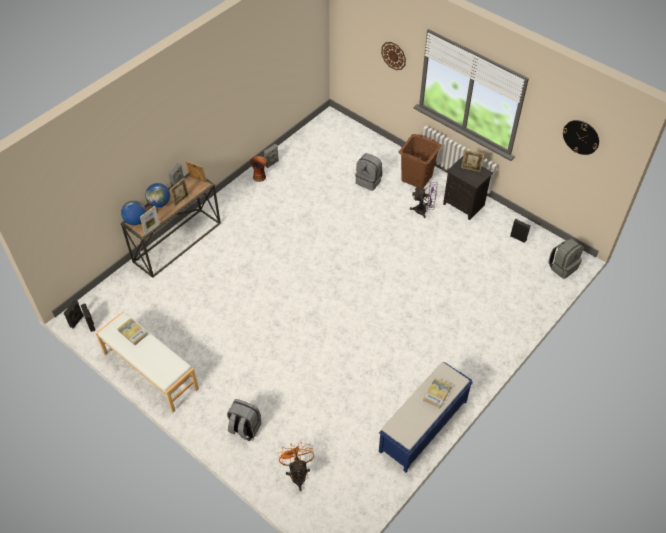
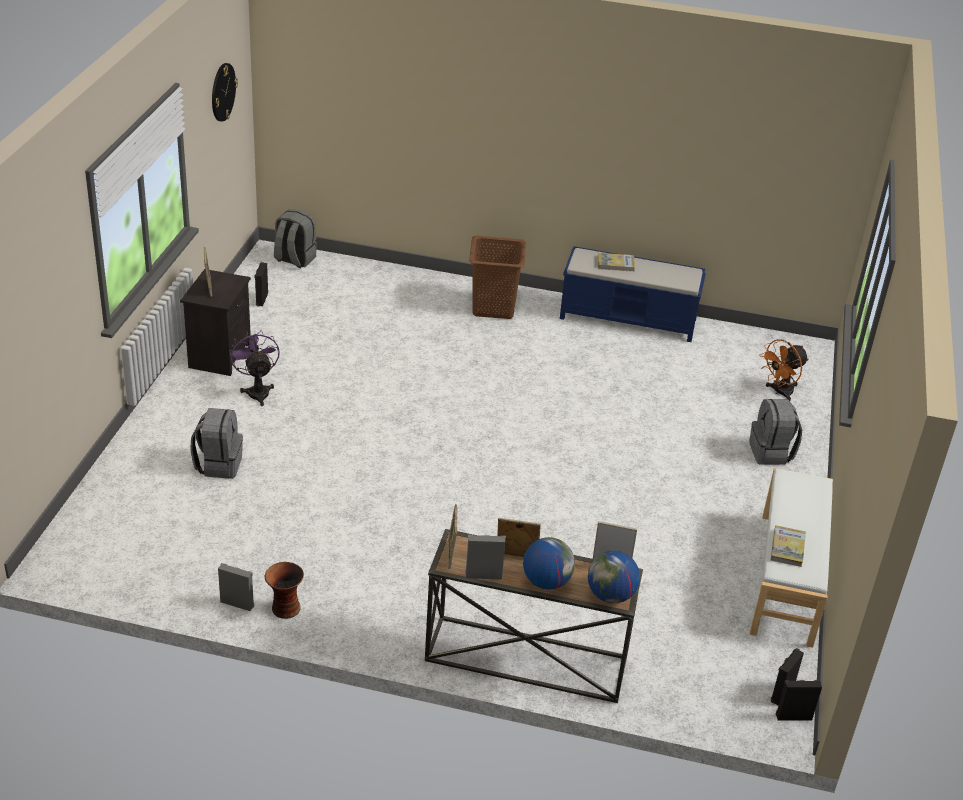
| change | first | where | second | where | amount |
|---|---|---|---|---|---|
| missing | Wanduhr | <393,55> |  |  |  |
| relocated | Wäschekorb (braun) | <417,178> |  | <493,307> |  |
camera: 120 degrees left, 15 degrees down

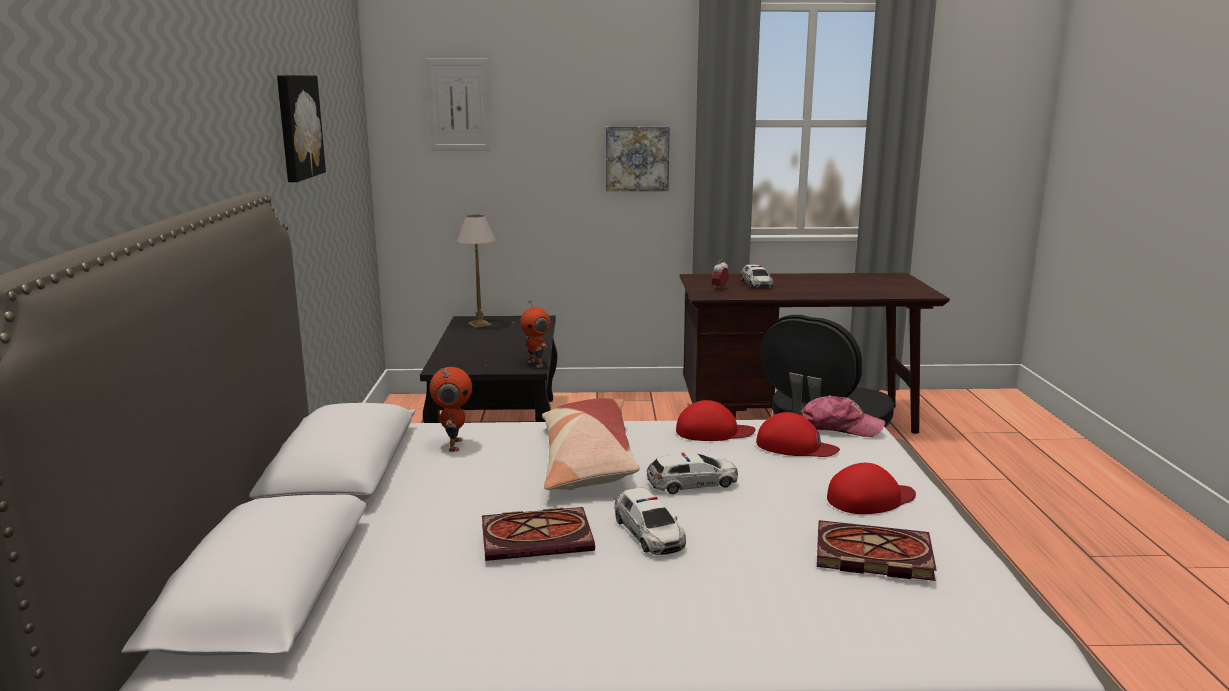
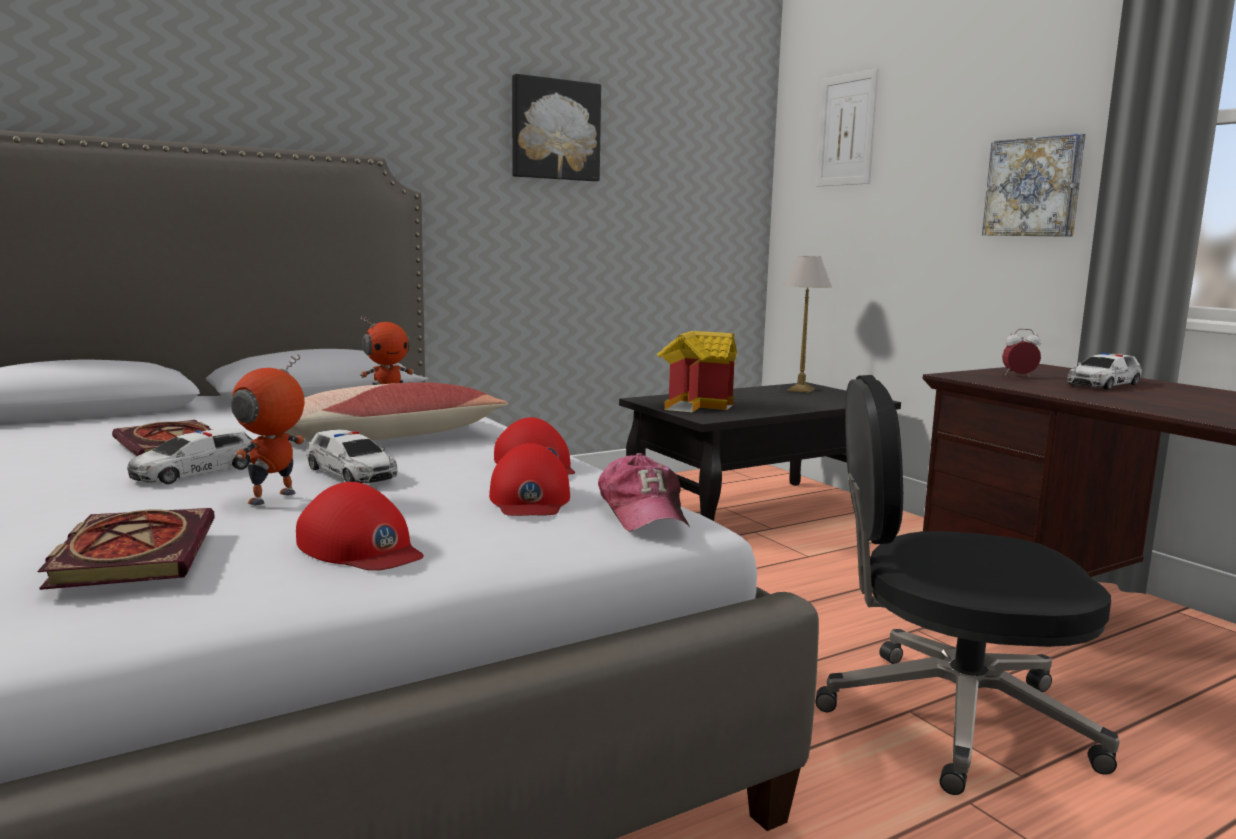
| change | first | where | second | where | amount |
|---|---|---|---|---|---|
| relocated | Spielzeugroboter | <536,364> |  | <274,498> |  |
| appeared |  |  | Spielzeughaus | <696,405> |  |
camera: 60 degrees right, 5 degrees down

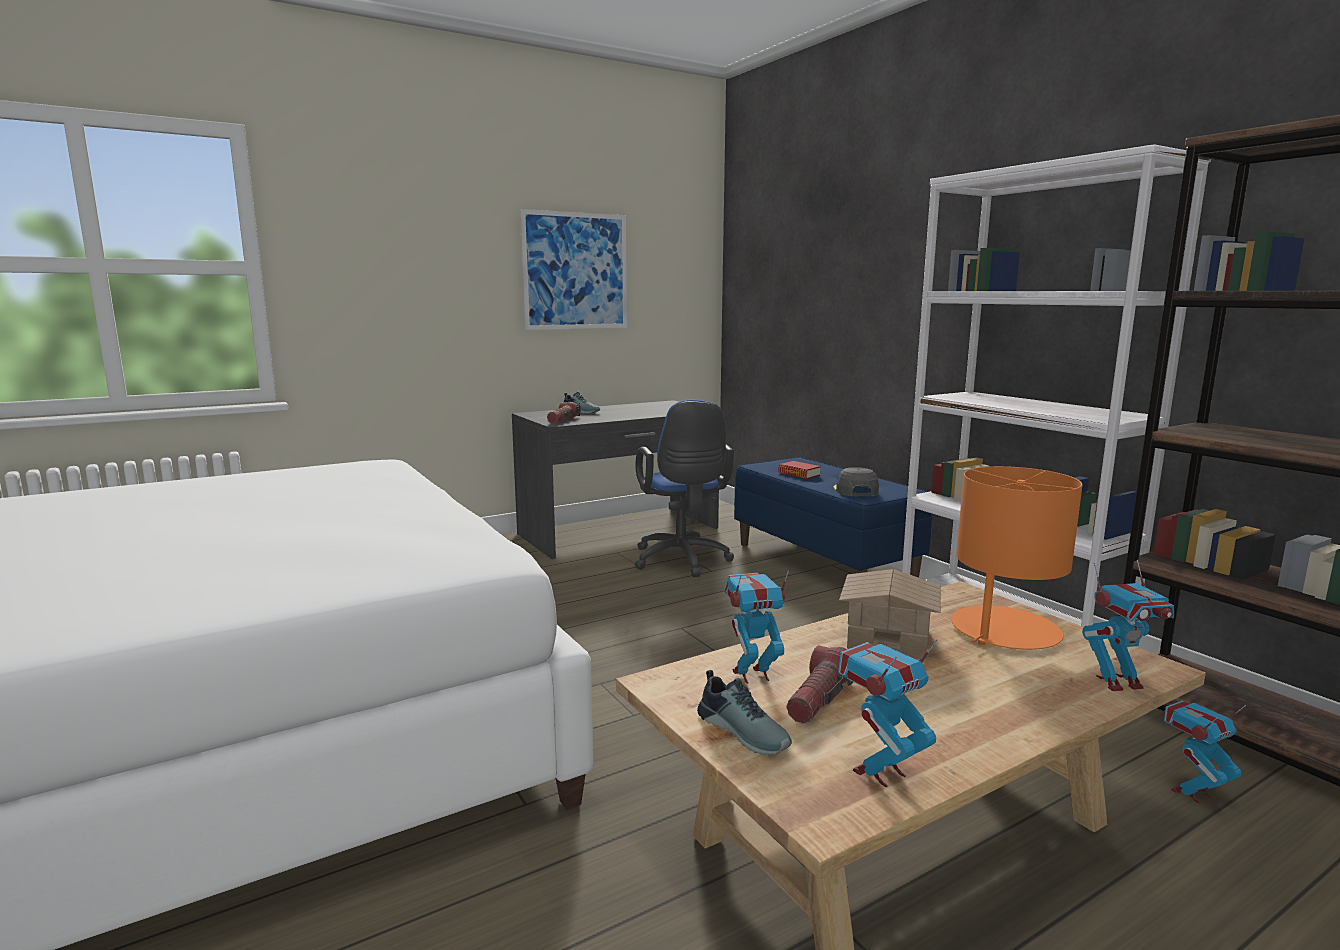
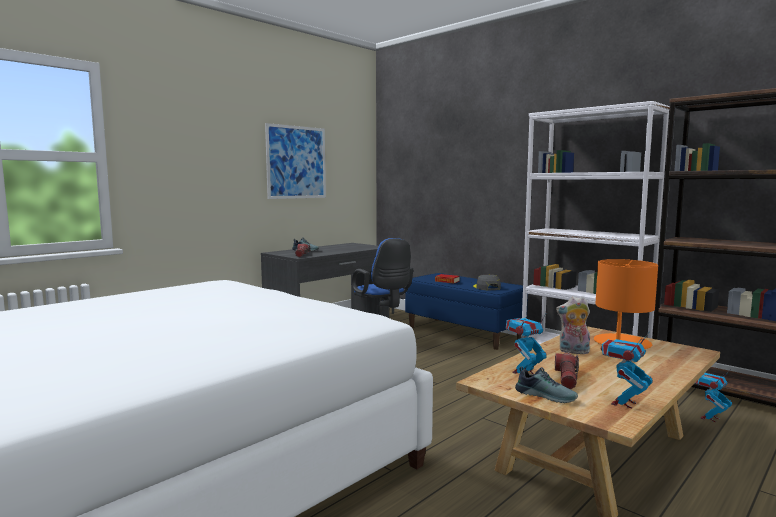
| change | first | where | second | where | amount |
|---|---|---|---|---|---|
| exchanged | Spielzeughaus | <890,639> | Plüschtier | <573,352> |  |
| missing | Spielzeugroboter | <1118,682> |  |  |  |
camera: 15 degrees left, 5 degrees down

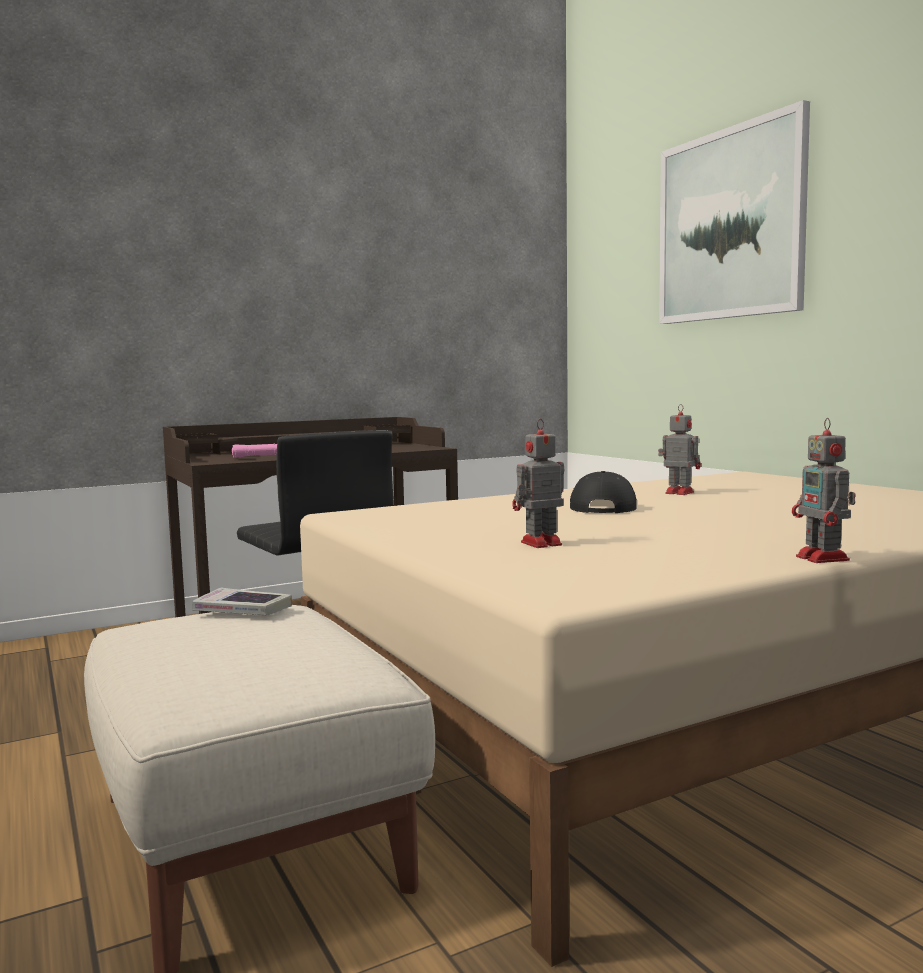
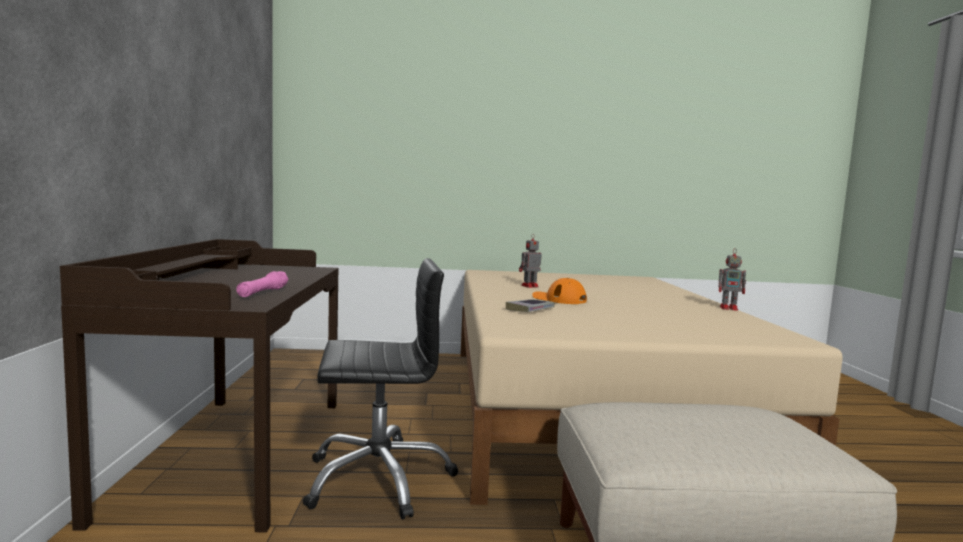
| change | first | where | second | where | amount |
|---|---|---|---|---|---|
| relocated | Buch | <242,610> |  | <530,309> |  |
| missing | Spielzeugroboter | <539,544> |  |  |  |
| colour | Kappe (schwarz) | <603,506> | Kappe (orange) | <559,299> |  |
| missing | Bild | <729,225> |  |  |  |
camera: 65 degrees left, 0 degrees up

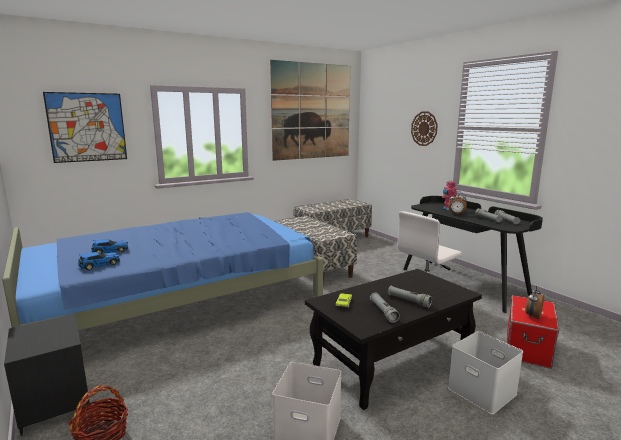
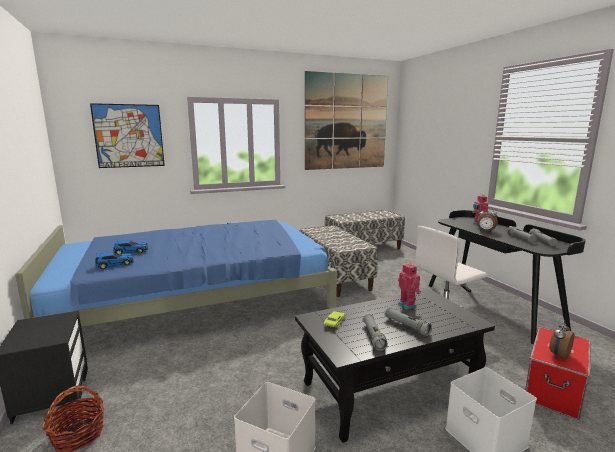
| change | first | where | second | where | amount |
|---|---|---|---|---|---|
| missing | Wanduhr | <424,128> |  |  |  |
| appeared |  |  | Spielzeugroboter | <408,305> |  |
camera: 10 degrees right, 0 degrees up

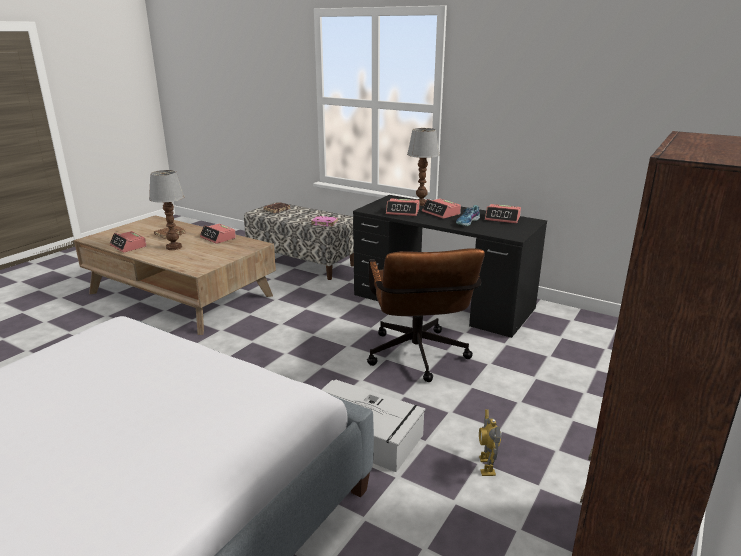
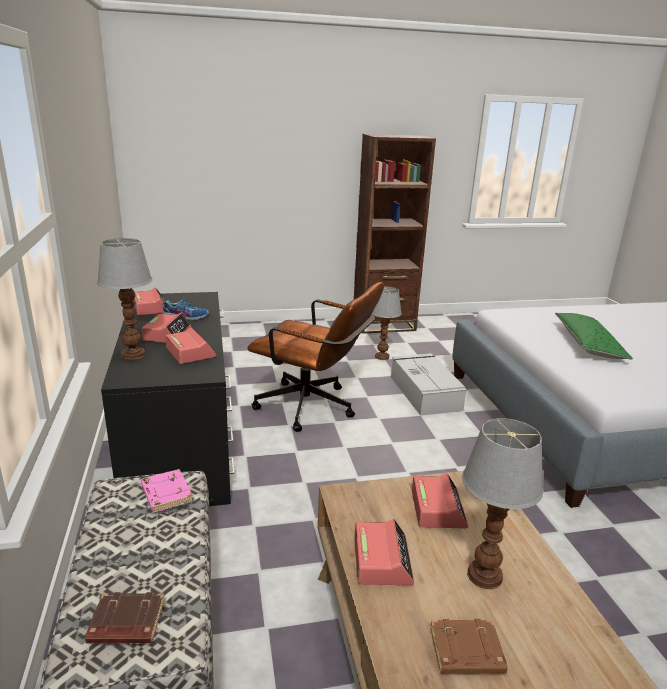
| change | first | where | second | where | amount |
|---|---|---|---|---|---|
| relocated | Wecker | <128,246> |  | <437,508> |  |
| spun | Bürostuhl (braun) | <418,359> |  | <314,408> | 75 degrees clockwise |
| exchanged | Spielzeugroboter | <486,466> | Tischlampe | <382,356> |  |
| appeared |  |  | Kissen (grün) | <588,345> |  |
camera: 135 degrees left, 0 degrees up

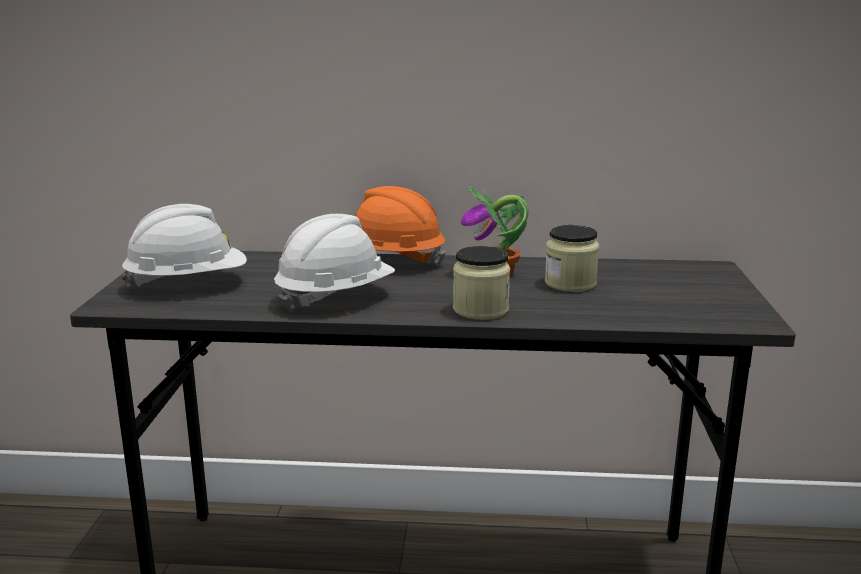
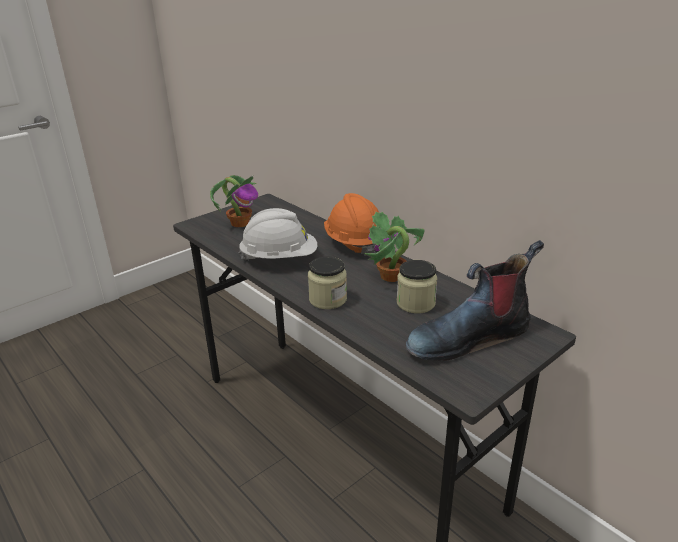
| change | first | where | second | where | amount |
|---|---|---|---|---|---|
| exchanged | Schutzhelm (weiß) | <188,284> | Topfpflanze | <240,223> |  |
| appeared |  |  | Stiefel | <469,337> |  |
camera: 45 degrees right, 10 degrees up

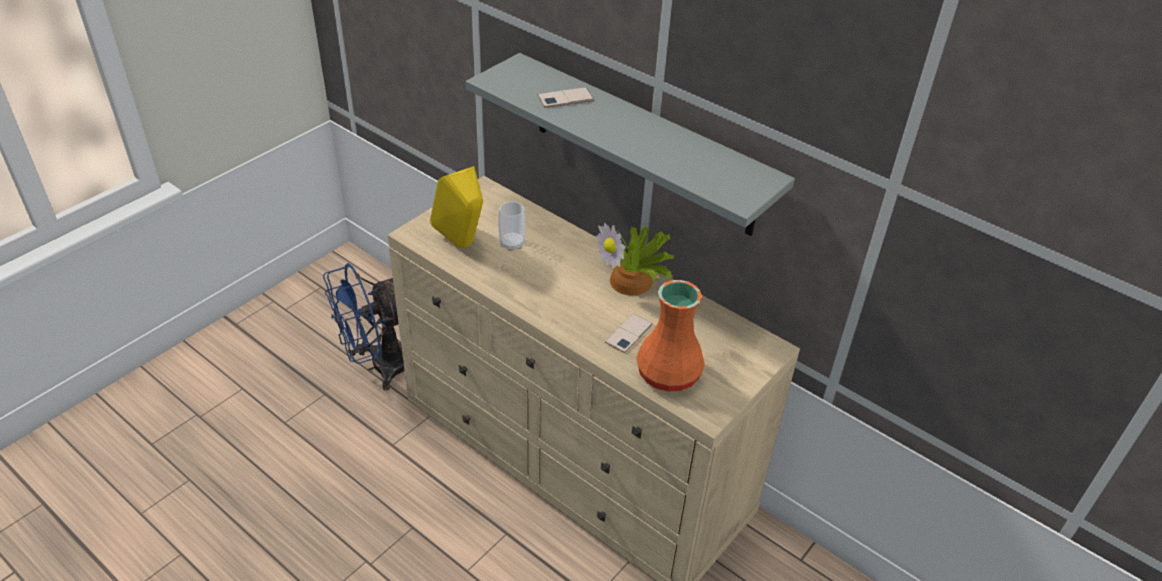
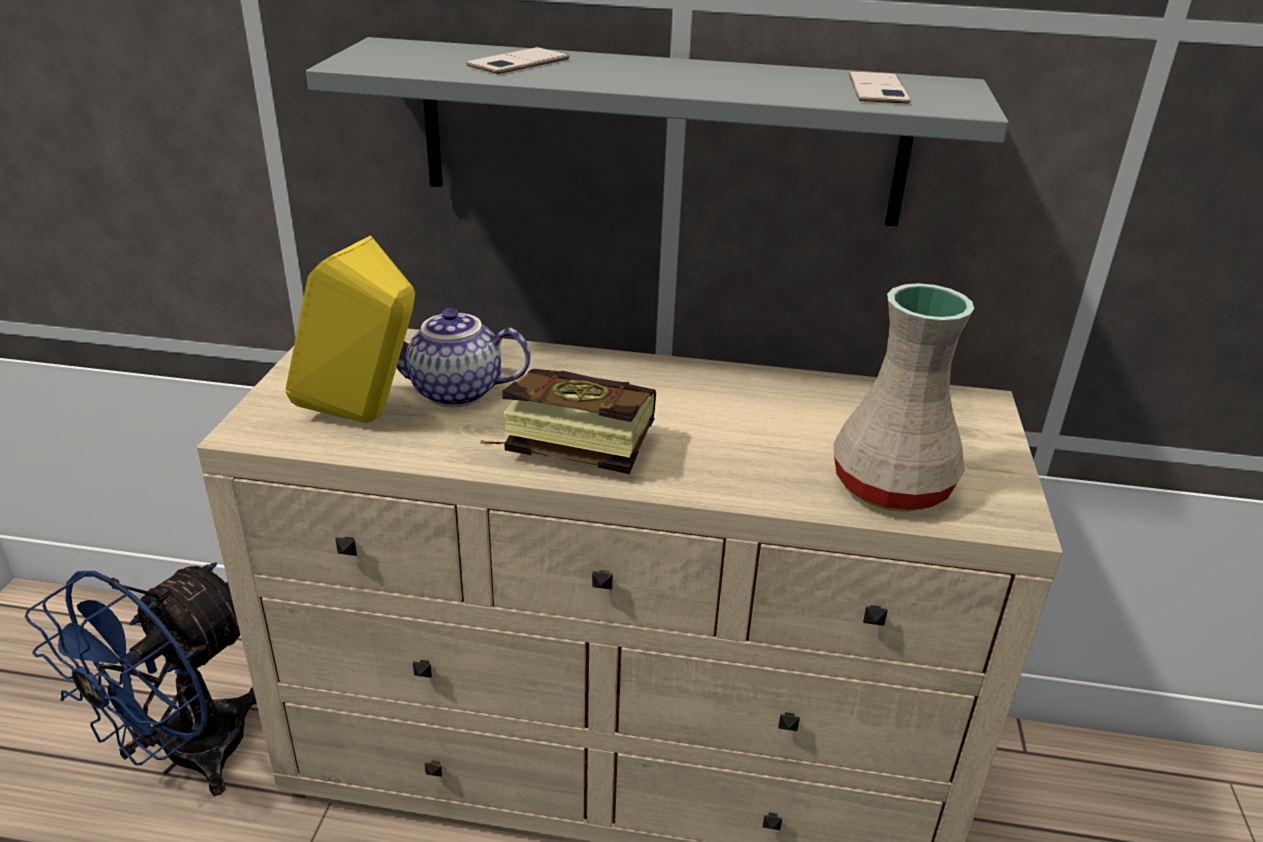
| change | first | where | second | where | amount |
|---|---|---|---|---|---|
| exchanged | Tasse | <512,244> | Teekanne | <454,393> |  |
| missing | Topfpflanze | <634,281> |  |  |  |
| relocated | Handy | <629,333> |  | <877,89> |  |
| colour | Vase (orange) | <667,373> | Vase (beige) | <888,486> |  |
| appeared |  |  | Buch | <564,446> |  |
camera: 30 degrees left, 10 degrees down

